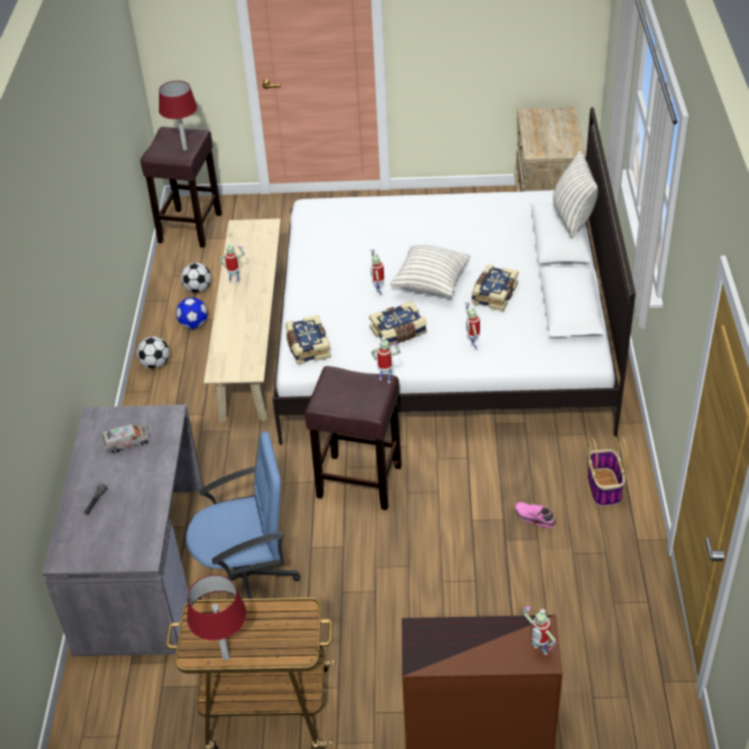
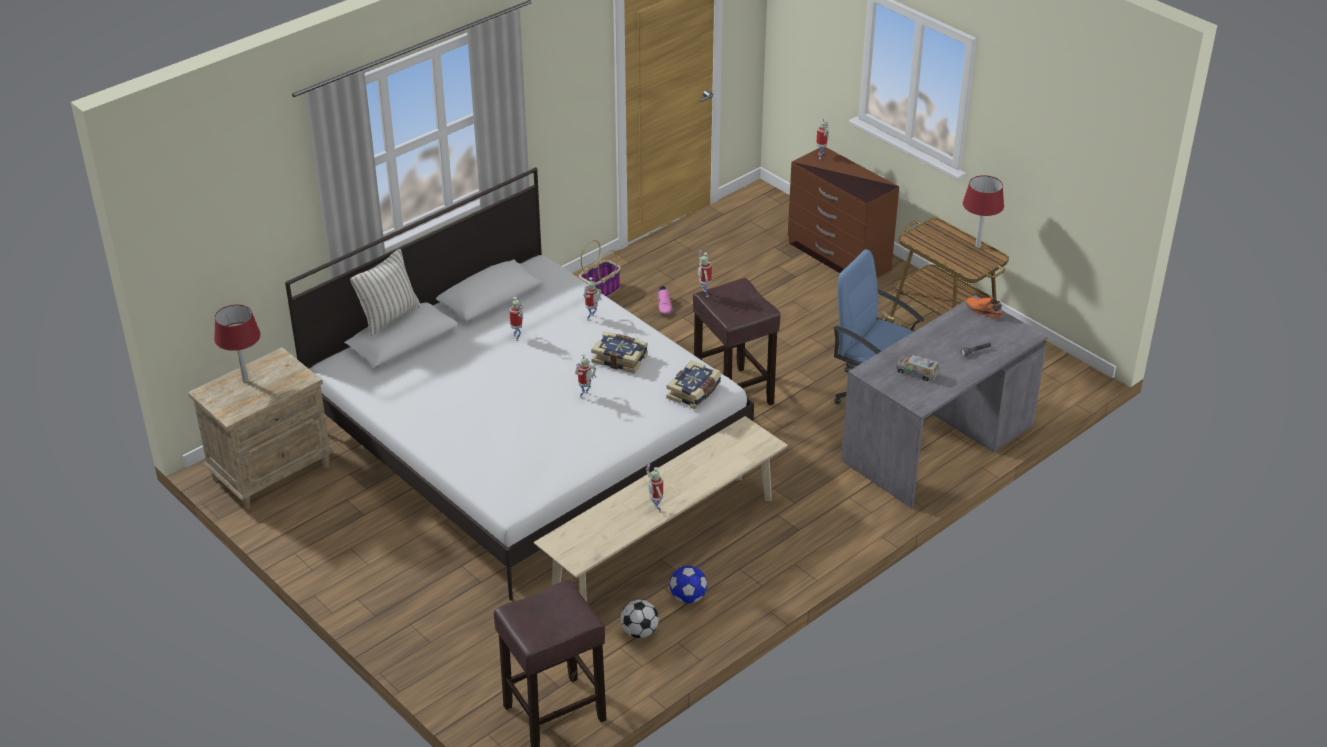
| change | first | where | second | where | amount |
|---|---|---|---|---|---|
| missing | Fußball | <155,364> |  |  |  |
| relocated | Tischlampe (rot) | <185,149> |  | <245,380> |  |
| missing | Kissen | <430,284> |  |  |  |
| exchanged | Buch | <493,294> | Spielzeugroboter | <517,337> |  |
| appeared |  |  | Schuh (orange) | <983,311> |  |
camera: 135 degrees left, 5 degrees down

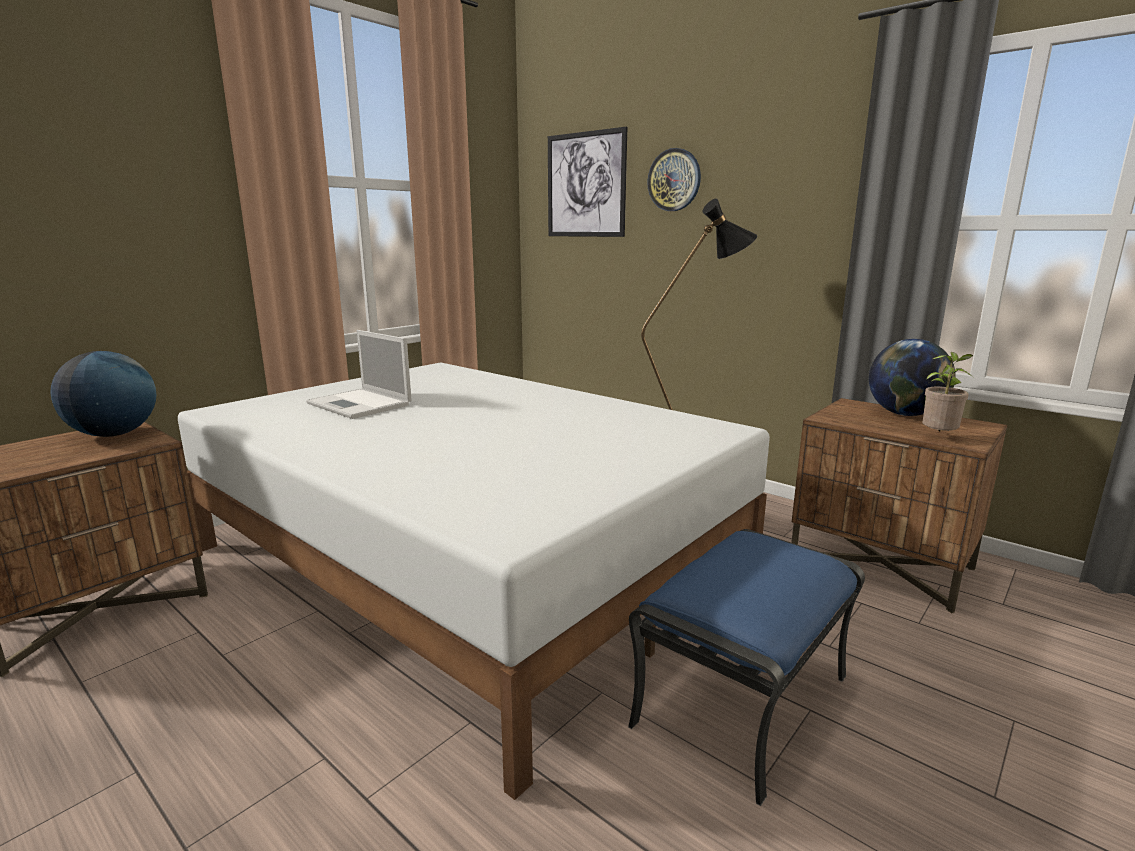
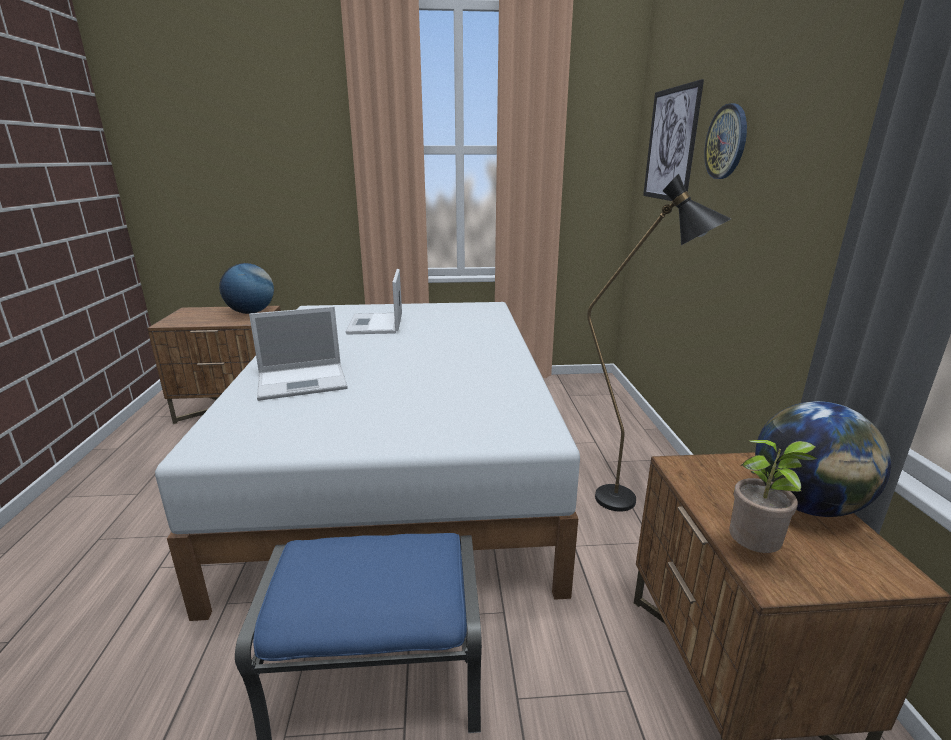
| change | first | where | second | where | amount |
|---|---|---|---|---|---|
| appeared |  |  | Laptop | <304,381> |  |
camera: 45 degrees right, 5 degrees up

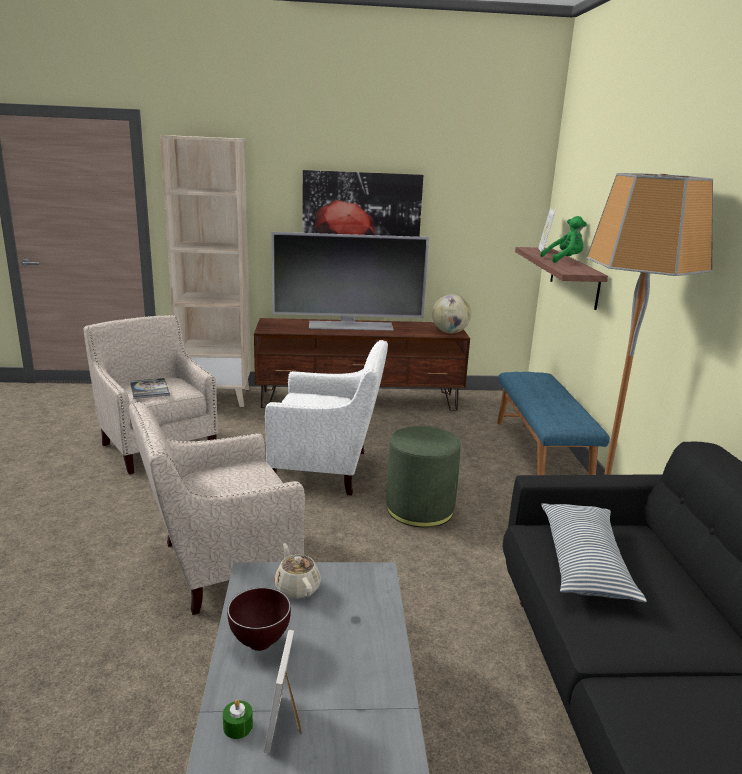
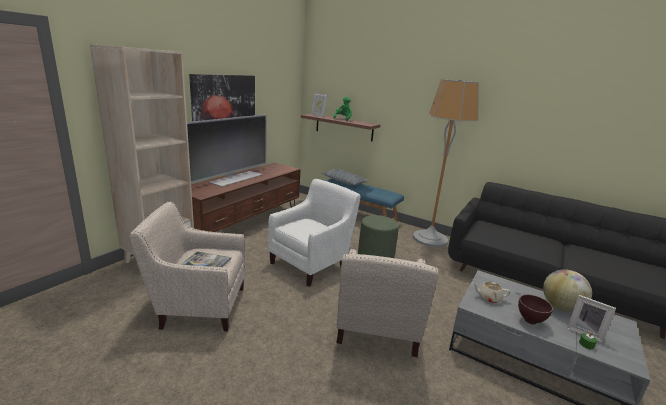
| change | first | where | second | where | amount |
|---|---|---|---|---|---|
| relocated | Globus | <450,332> |  | <560,307> |  |
| relocated | Kissen | <584,562> |  | <344,182> |  |
camera: 55 degrees left, 0 degrees up

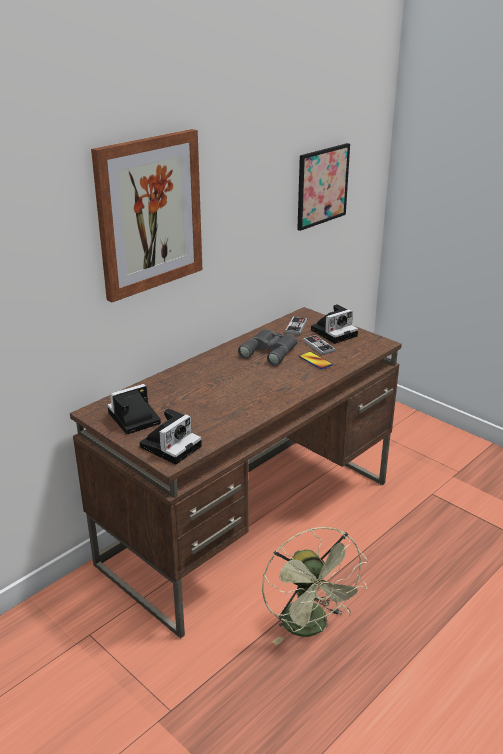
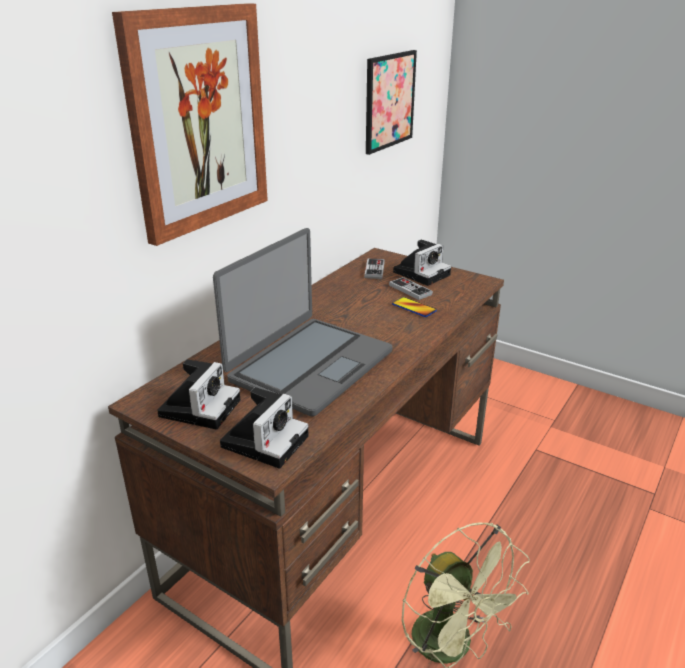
| change | first | where | second | where | amount |
|---|---|---|---|---|---|
| spun | Kamera | <132,419> |  | <200,406> | 150 degrees clockwise |
| missing | Fernglas (grau) | <270,351> |  |  |  |
| appeared |  |  | Laptop | <309,365> |  |
camera: 10 degrees left, 0 degrees up

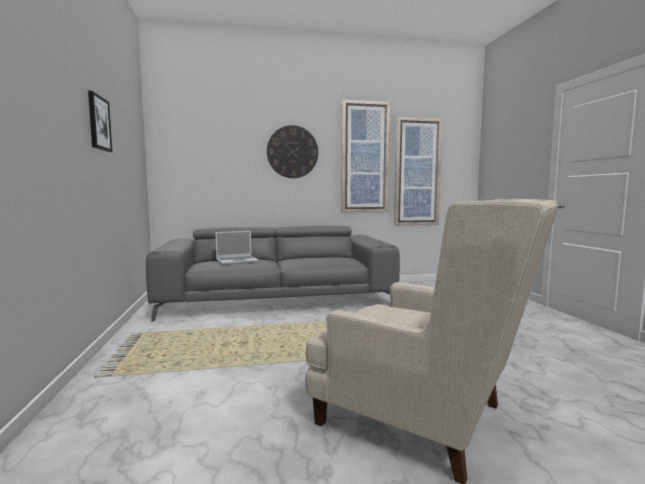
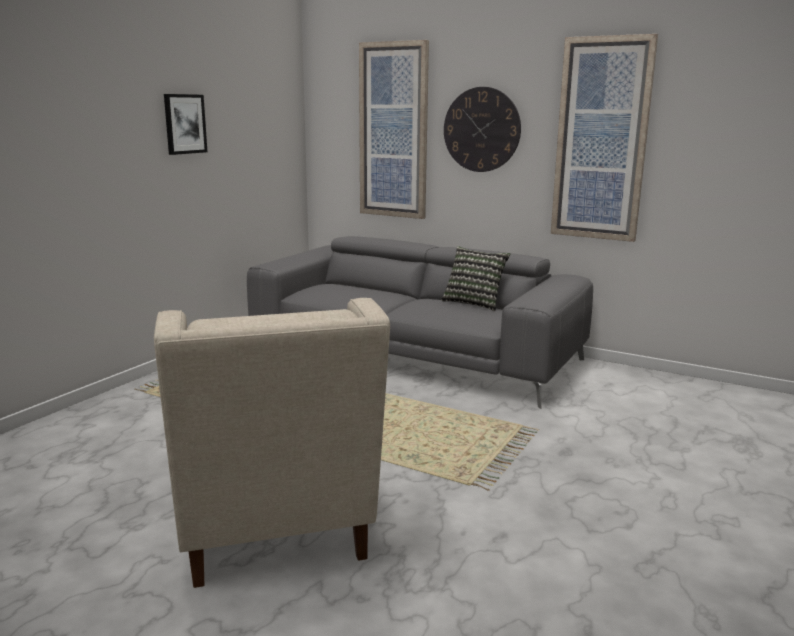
| change | first | where | second | where | amount |
|---|---|---|---|---|---|
| missing | Laptop | <237,261> |  |  |  |
| relocated | Bild | <417,172> |  | <394,131> |  |
| appeared |  |  | Kissen | <474,303> |  |
camera: 40 degrees right, 10 degrees up

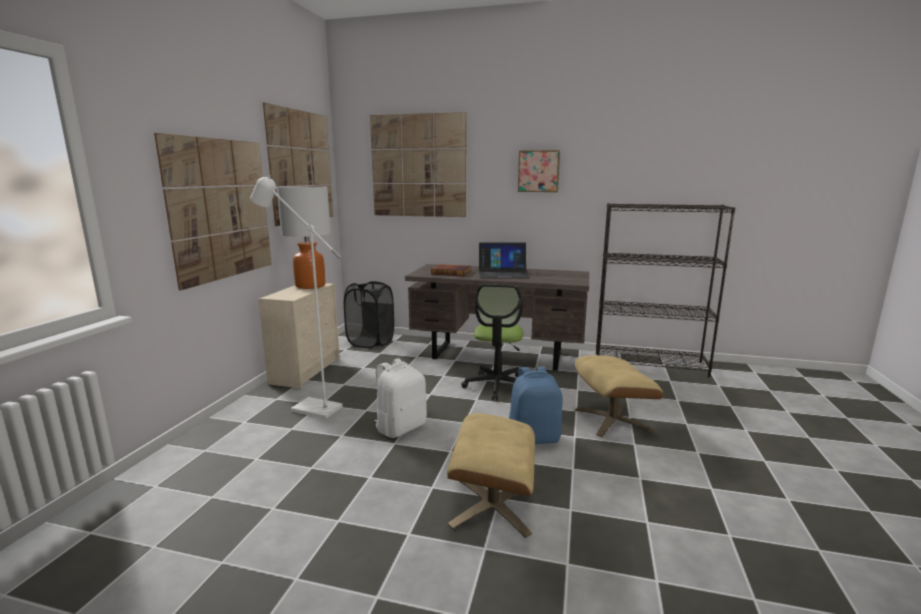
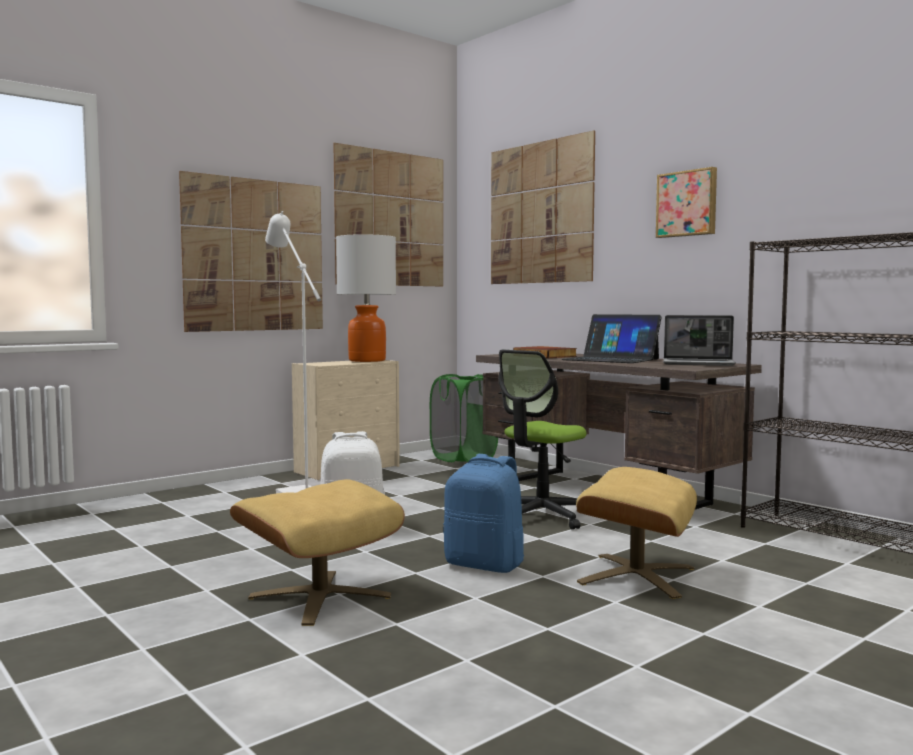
| change | first | where | second | where | amount |
|---|---|---|---|---|---|
| colour | Wäschekorb (schwarz) | <370,342> | Wäschekorb (grün) | <463,458> |  |
| appeared |  |  | Laptop | <699,364> |  |
camera: 35 degrees right, 10 degrees down

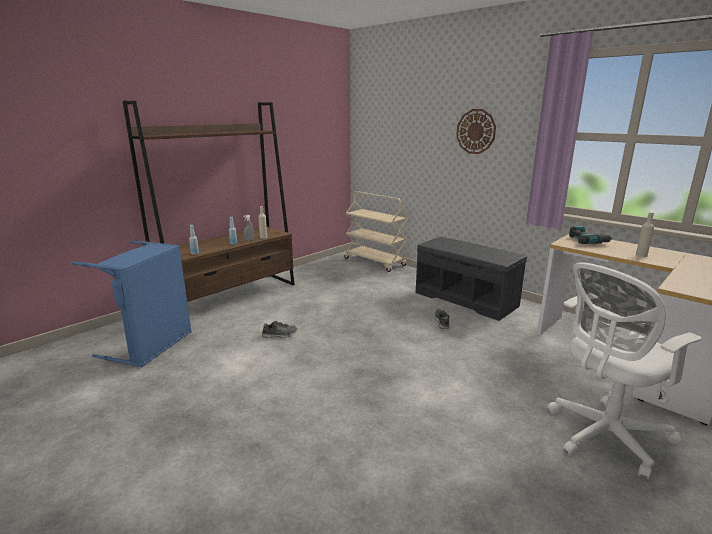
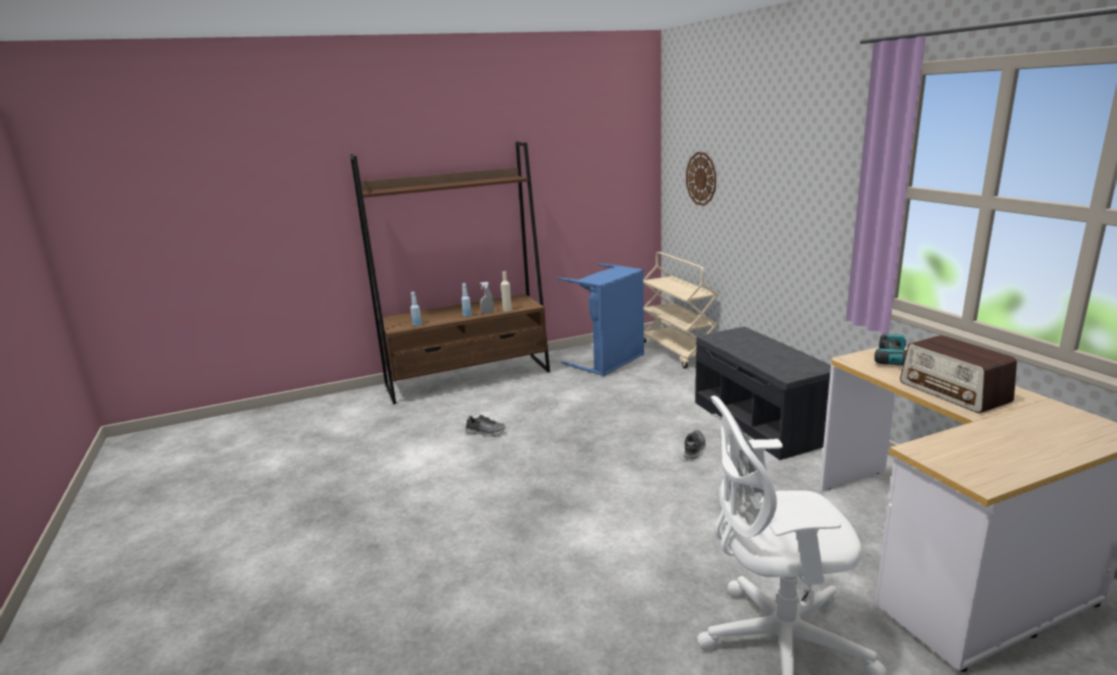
| change | first | where | second | where | amount |
|---|---|---|---|---|---|
| relocated | Wäschekorb (blau) | <152,346> |  | <609,361> |  |
| relocated | Wanduhr | <476,131> |  | <701,178> |  |
| exchanged | Flasche (beige) | <641,255> | Radio | <954,392> |  |
camera: 25 degrees right, 0 degrees up

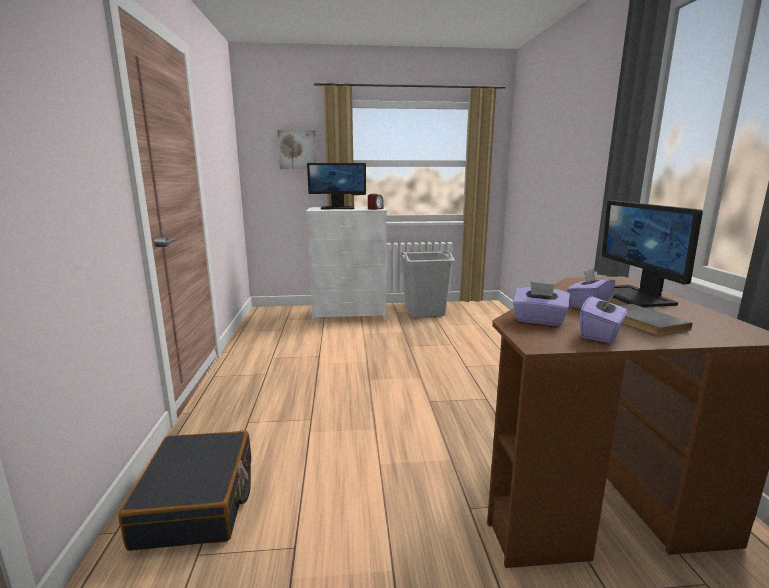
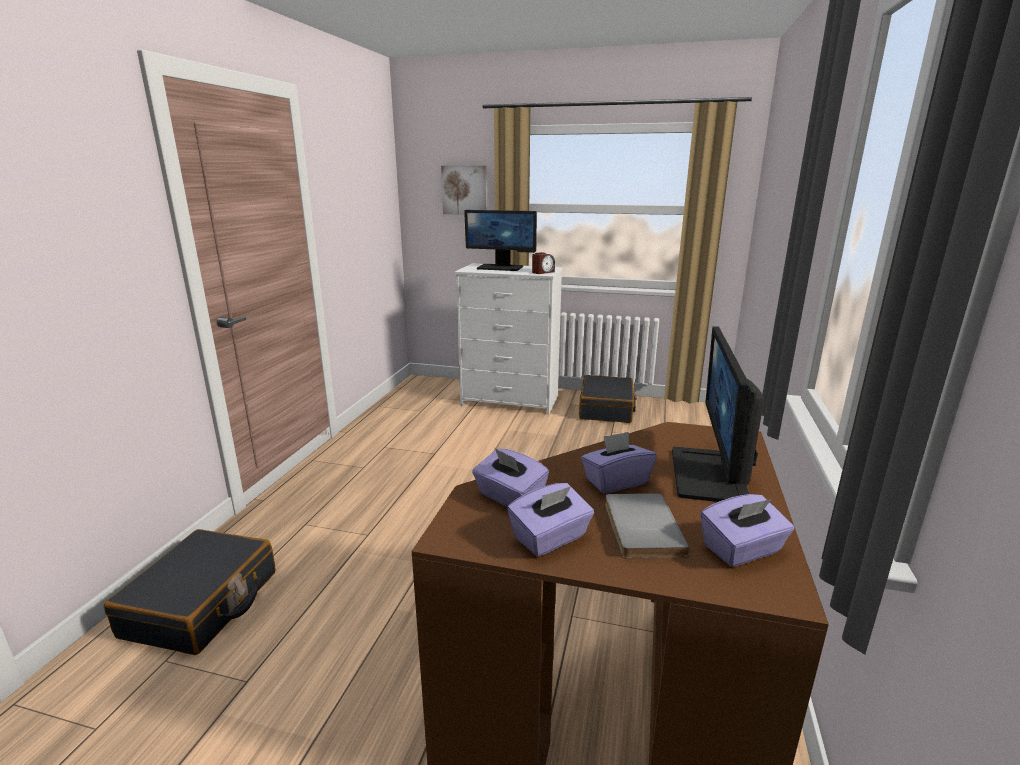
| change | first | where | second | where | amount |
|---|---|---|---|---|---|
| exchanged | Wäschekorb (grau) | <424,311> | Koffer (schwarz) | <606,409> |  |
| appeared |  |  | Taschentuchbox (lila) | <742,549> |  |
camera: 20 degrees right, 5 degrees up

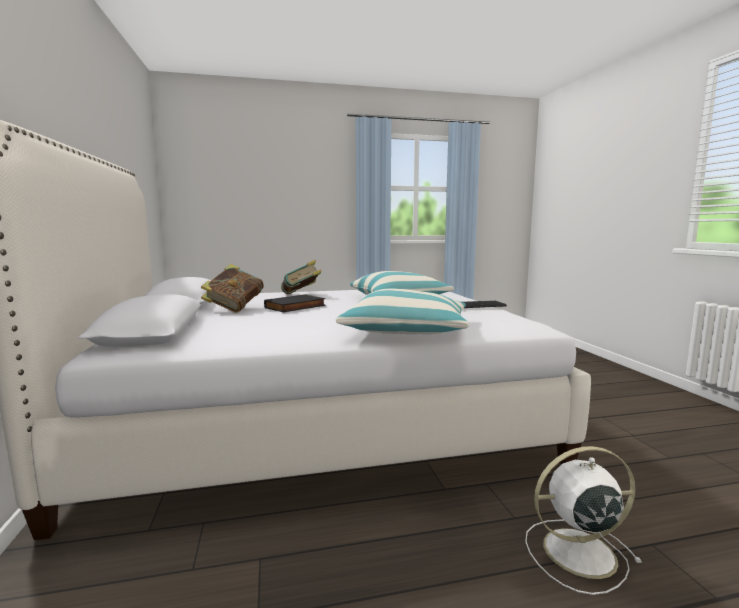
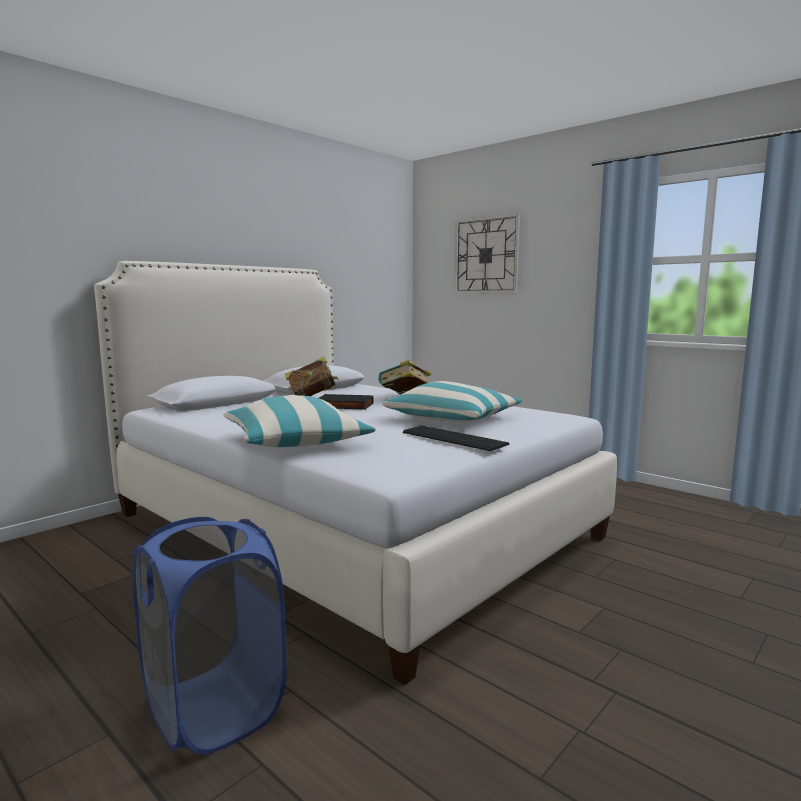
| change | first | where | second | where | amount |
|---|---|---|---|---|---|
| exchanged | Ventilator (weiß) | <576,552> | Wäschekorb (blau) | <214,708> |  |
| appeared |  |  | Wanduhr | <486,255> |  |
camera: 55 degrees right, 0 degrees up

